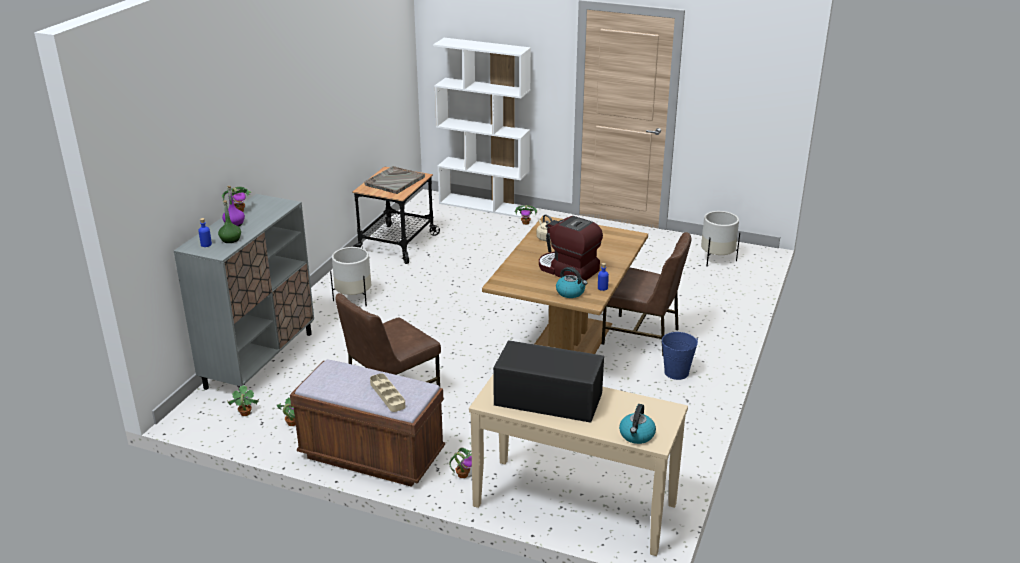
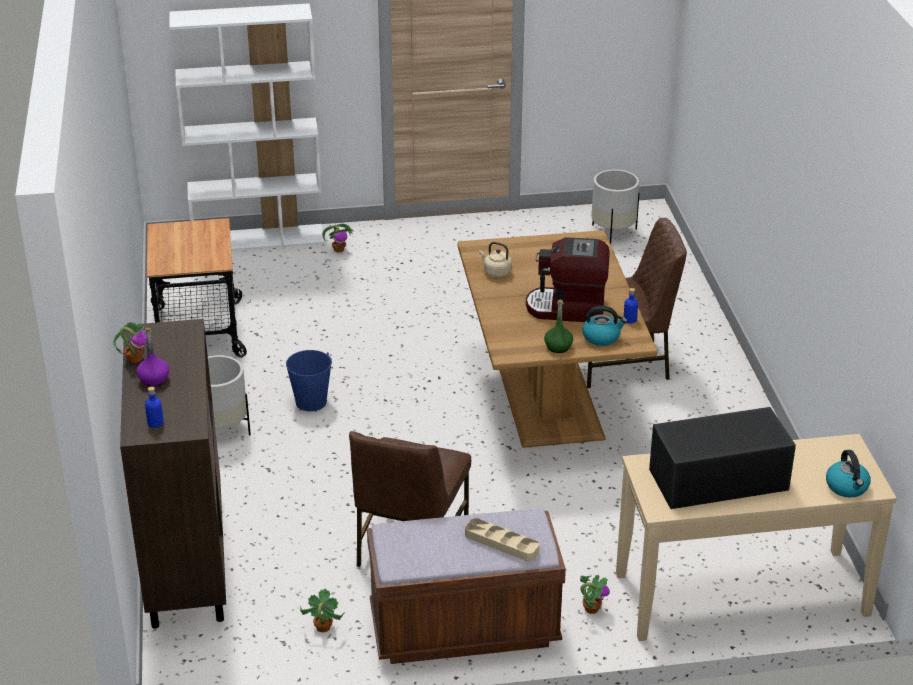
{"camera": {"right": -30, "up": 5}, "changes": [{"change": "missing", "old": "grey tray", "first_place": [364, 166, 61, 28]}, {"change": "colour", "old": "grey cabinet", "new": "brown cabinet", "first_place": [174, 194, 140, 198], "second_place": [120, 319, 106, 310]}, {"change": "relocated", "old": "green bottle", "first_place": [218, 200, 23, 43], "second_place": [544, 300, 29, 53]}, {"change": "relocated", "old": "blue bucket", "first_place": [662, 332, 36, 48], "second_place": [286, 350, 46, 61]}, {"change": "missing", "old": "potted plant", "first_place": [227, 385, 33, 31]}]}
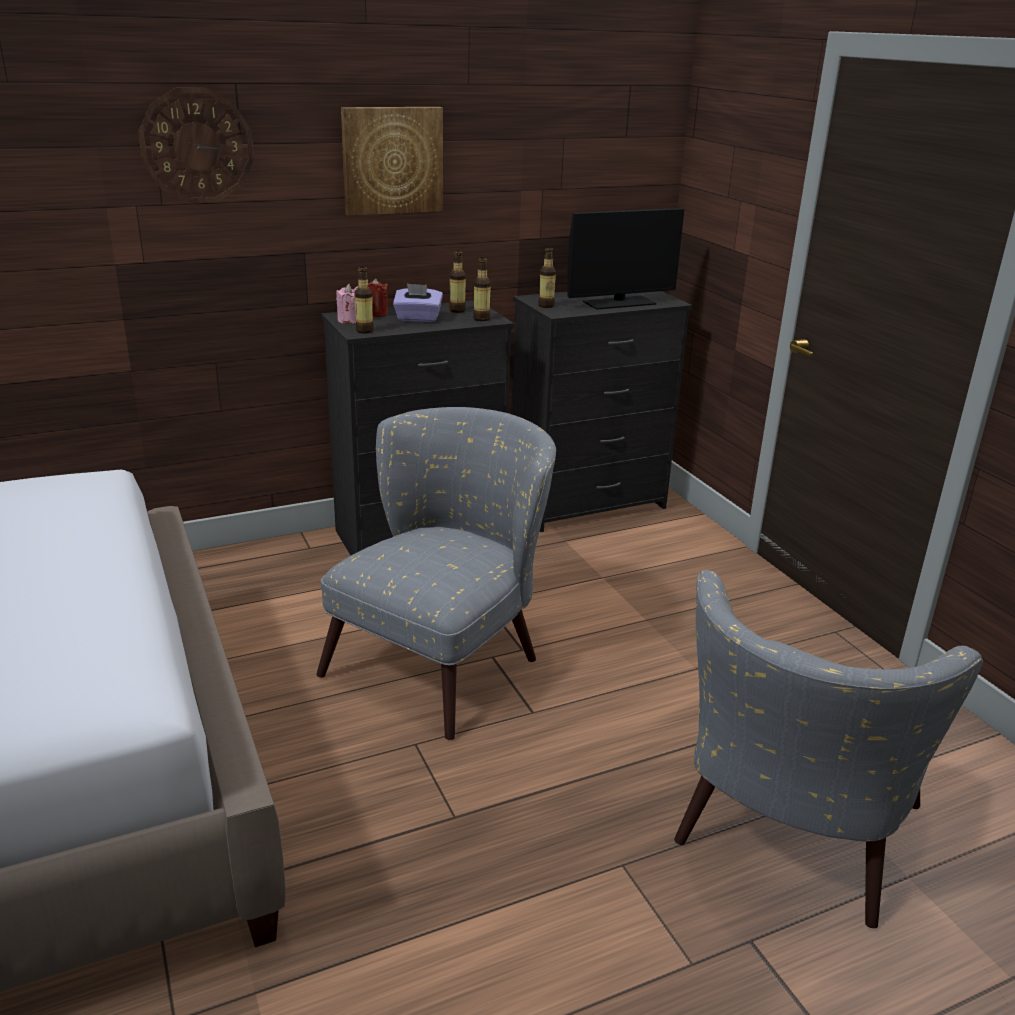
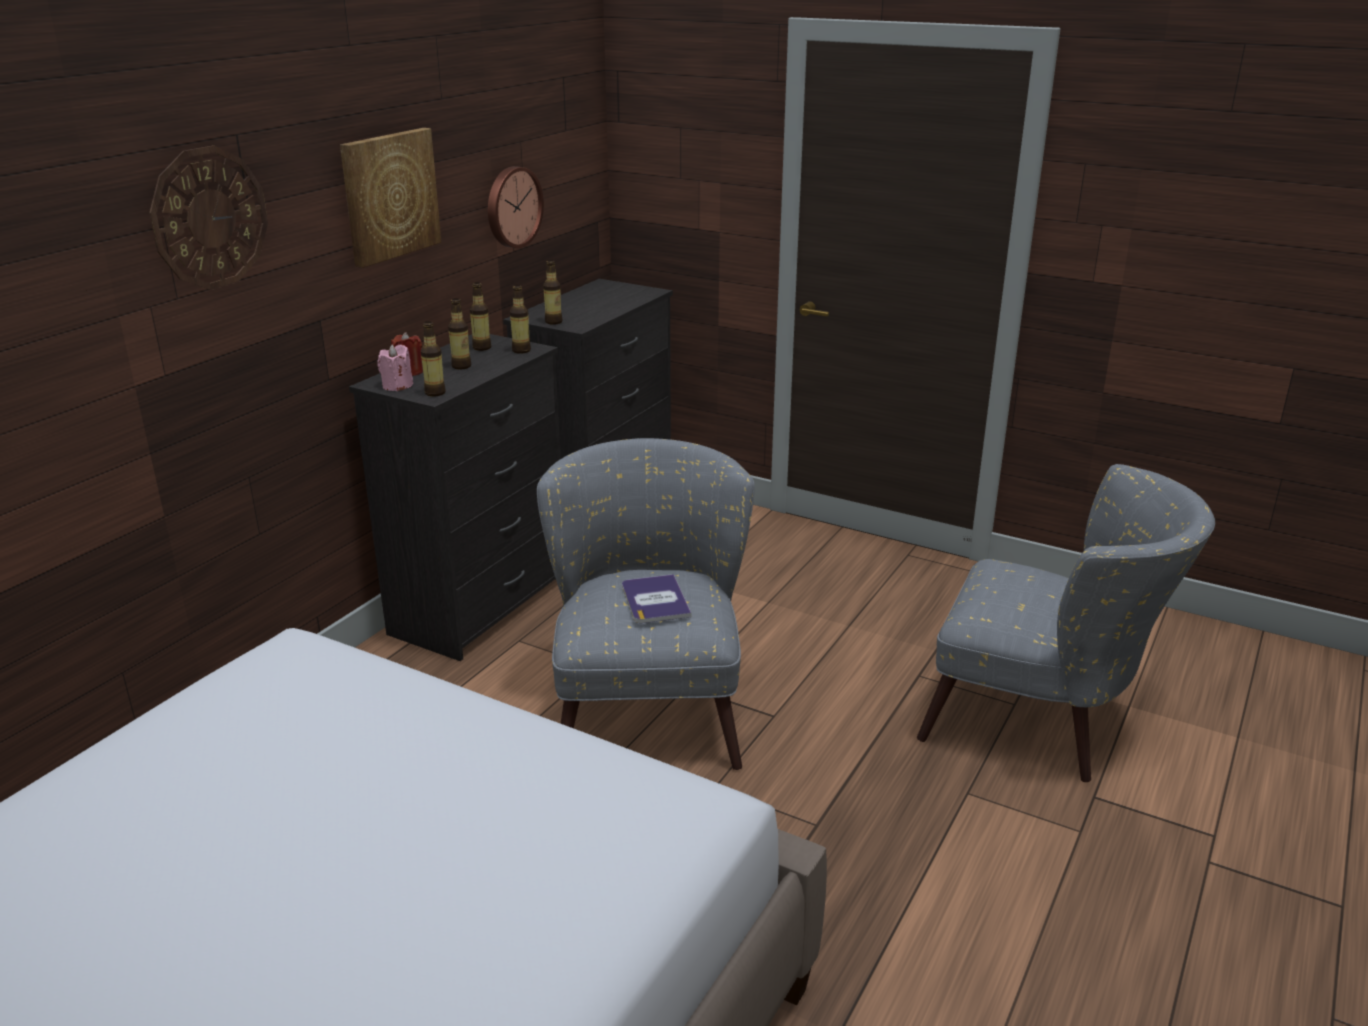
{"camera": {"right": -35, "up": 0}, "changes": [{"change": "missing", "old": "monitor", "first_place": [567, 208, 117, 102]}, {"change": "exchanged", "old": "purple tissue box", "new": "bottle", "first_place": [393, 283, 50, 39], "second_place": [448, 298, 23, 72]}, {"change": "spun", "old": "grey armchair", "first_place": [674, 570, 309, 358], "second_place": [917, 464, 298, 318], "degrees": -60}, {"change": "appeared", "new": "wall clock", "second_place": [488, 166, 56, 82]}, {"change": "appeared", "new": "book", "second_place": [622, 574, 69, 49]}]}
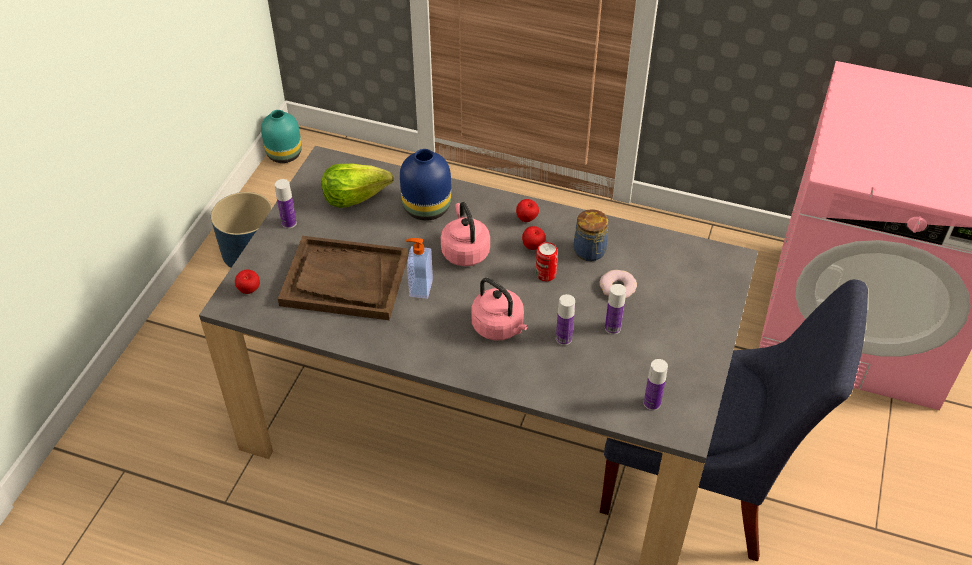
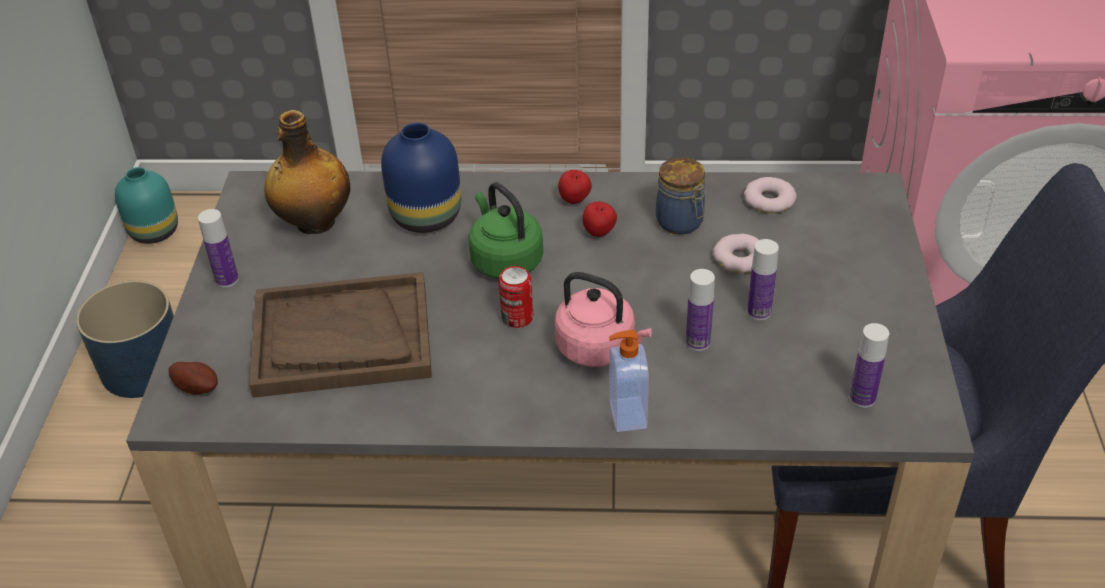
{"camera": {"right": -15, "up": -5}, "changes": [{"change": "exchanged", "old": "lettuce", "new": "bottle", "first_place": [322, 164, 72, 44], "second_place": [264, 110, 87, 124]}, {"change": "colour", "old": "pink kettle", "new": "green kettle", "first_place": [441, 202, 49, 64], "second_place": [468, 182, 75, 97]}, {"change": "relocated", "old": "soap dispenser", "first_place": [406, 238, 27, 61], "second_place": [609, 330, 40, 102]}, {"change": "relocated", "old": "can", "first_place": [536, 242, 22, 39], "second_place": [499, 266, 34, 62]}, {"change": "exchanged", "old": "apple", "new": "potato", "first_place": [235, 269, 25, 25], "second_place": [168, 362, 50, 32]}, {"change": "appeared", "new": "donut", "second_place": [744, 177, 53, 36]}]}
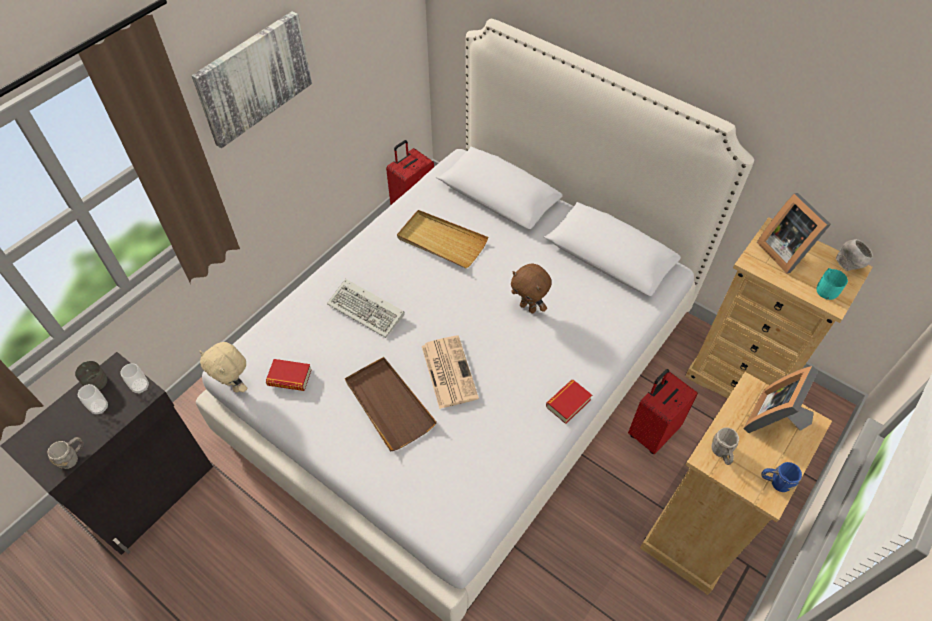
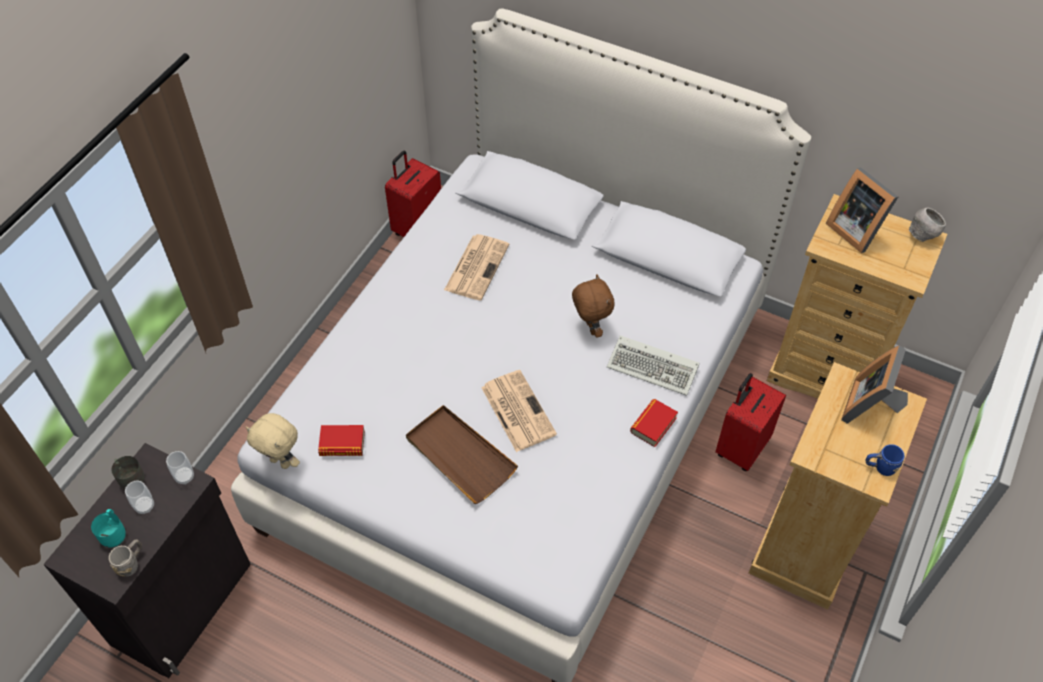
{"camera": {"right": -10, "up": 0}, "changes": [{"change": "missing", "old": "picture", "first_place": [191, 11, 121, 137]}, {"change": "exchanged", "old": "beige tray", "new": "newspaper", "first_place": [397, 210, 91, 59], "second_place": [444, 234, 65, 66]}, {"change": "spun", "old": "brown plush toy", "first_place": [511, 264, 41, 49], "second_place": [572, 274, 43, 64], "degrees": -135}, {"change": "relocated", "old": "turquoise mug", "first_place": [817, 268, 31, 32], "second_place": [91, 509, 35, 38]}, {"change": "relocated", "old": "keyboard", "first_place": [327, 279, 78, 59], "second_place": [607, 335, 92, 61]}, {"change": "missing", "old": "grey mug", "first_place": [712, 427, 27, 38]}]}
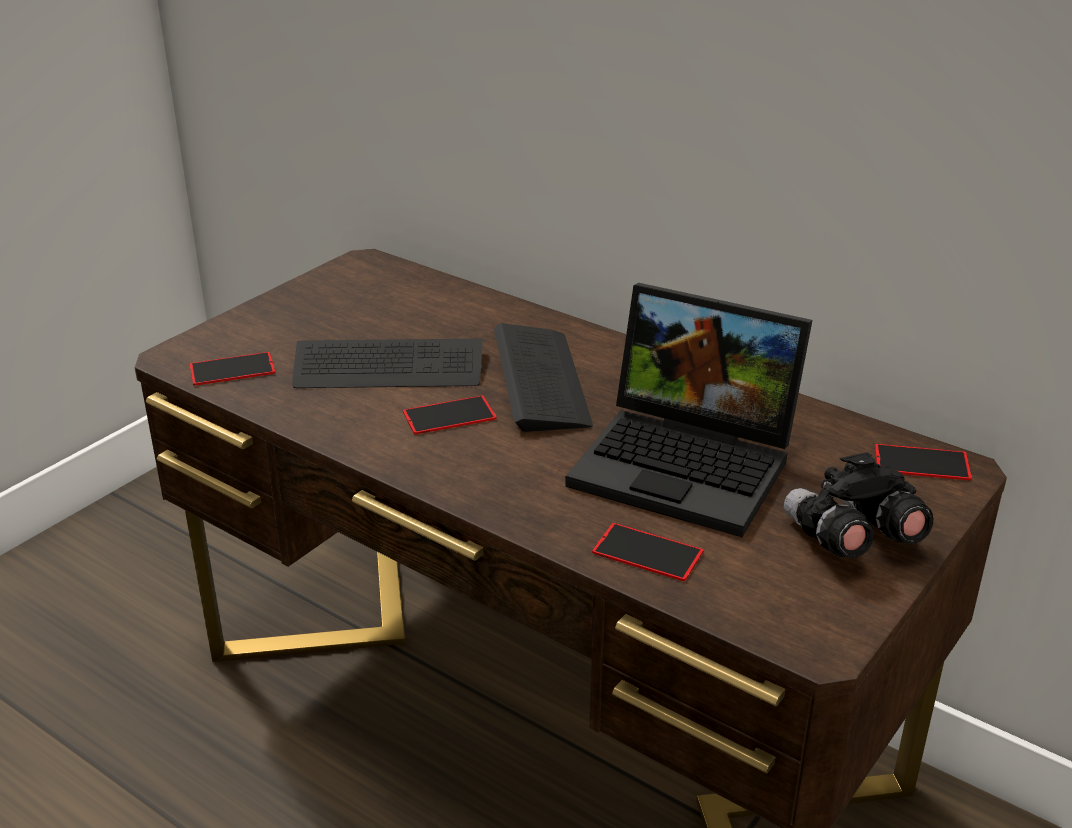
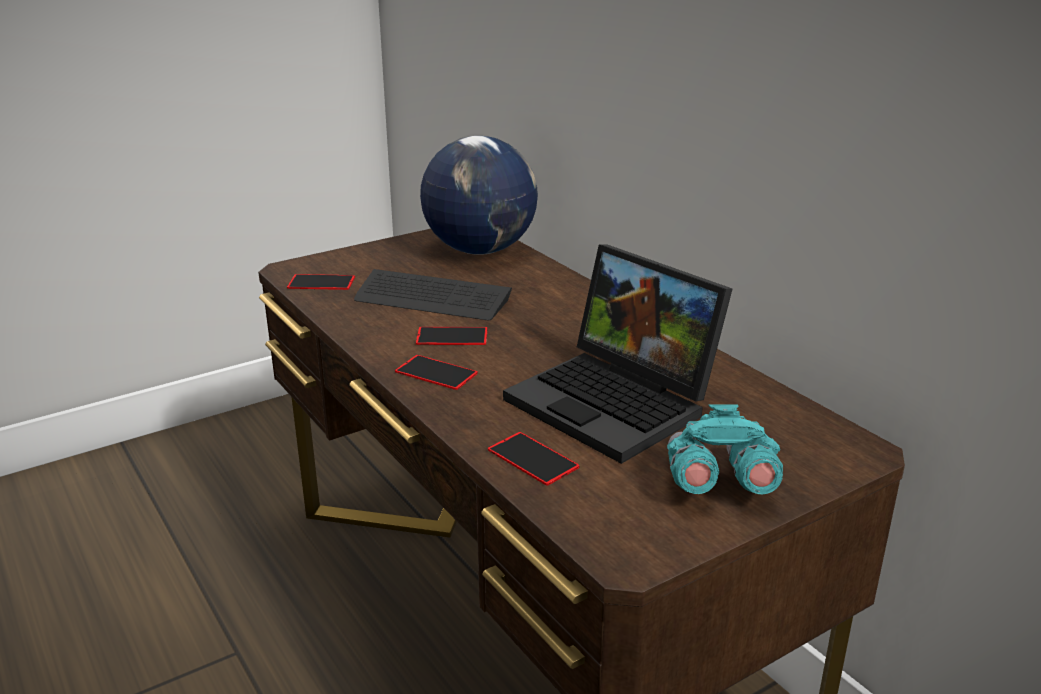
{"camera": {"right": 20, "up": -5}, "changes": [{"change": "missing", "old": "keyboard", "first_place": [494, 323, 99, 109]}, {"change": "relocated", "old": "phone", "first_place": [875, 444, 97, 36], "second_place": [395, 355, 83, 35]}, {"change": "colour", "old": "black binoculars", "new": "turquoise binoculars", "first_place": [784, 452, 149, 106], "second_place": [667, 404, 116, 90]}, {"change": "appeared", "new": "globe", "second_place": [420, 136, 118, 119]}]}
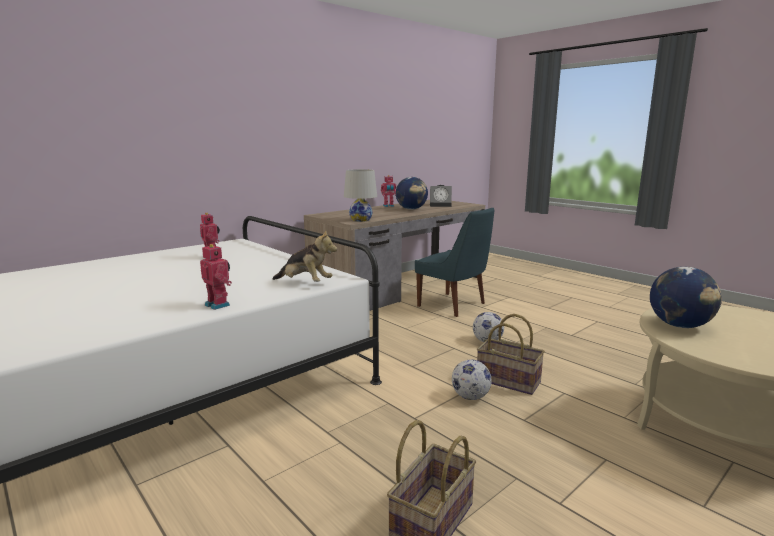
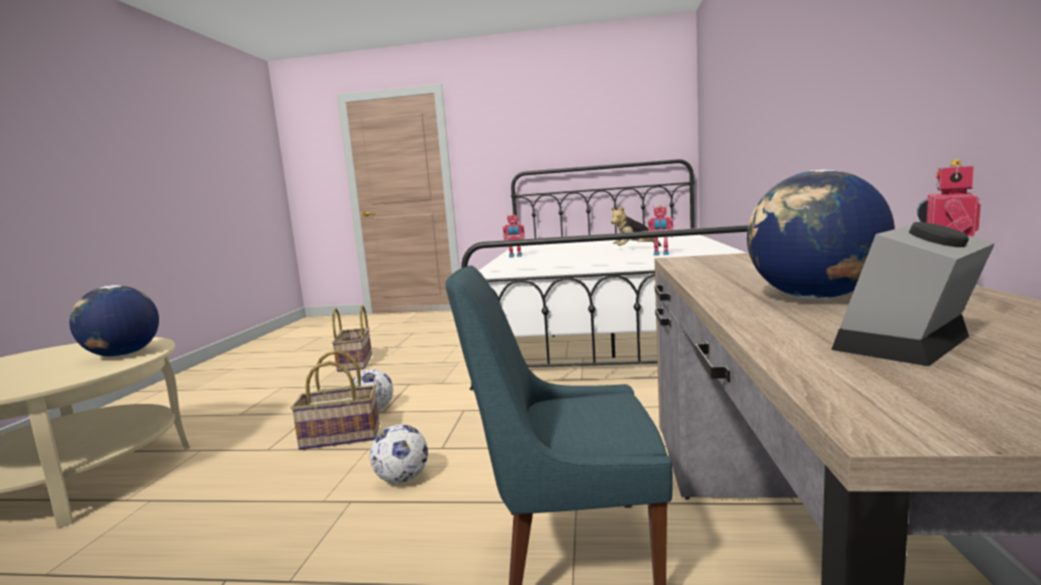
{"camera": {"right": 140, "up": -5}, "changes": [{"change": "missing", "old": "white table lamp", "first_place": [344, 169, 33, 53]}, {"change": "relocated", "old": "plush toy", "first_place": [272, 230, 65, 52], "second_place": [611, 206, 50, 40]}]}
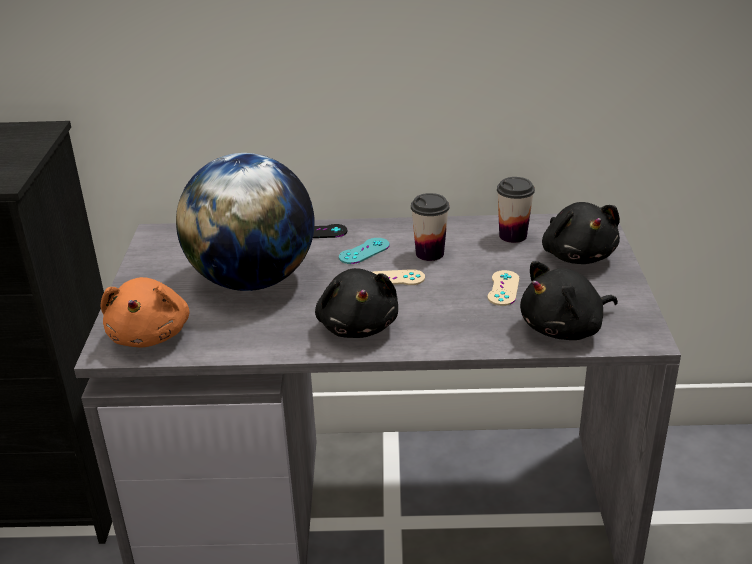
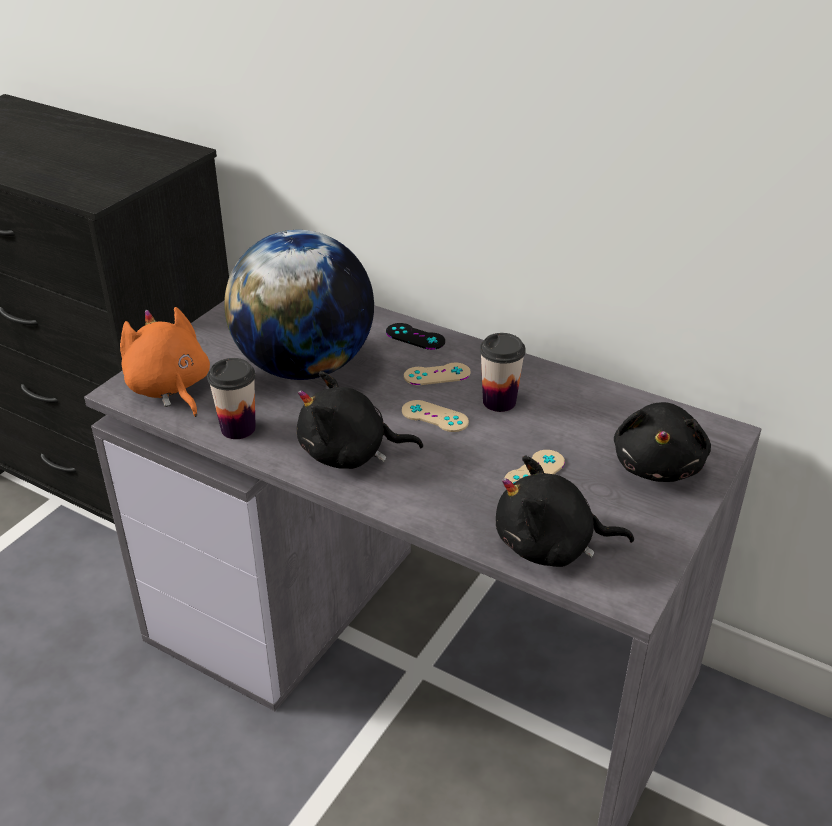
{"camera": {"right": 30, "up": 5}, "changes": [{"change": "relocated", "old": "cup", "first_place": [497, 177, 38, 66], "second_place": [207, 358, 49, 81]}, {"change": "colour", "old": "turquoise game controller", "new": "beige game controller", "first_place": [339, 238, 51, 26], "second_place": [404, 363, 67, 22]}, {"change": "spun", "old": "black plush toy", "first_place": [315, 268, 83, 70], "second_place": [297, 371, 126, 98], "degrees": 75}, {"change": "spun", "old": "orange plush toy", "first_place": [101, 277, 89, 70], "second_place": [120, 307, 90, 110], "degrees": 120}]}
